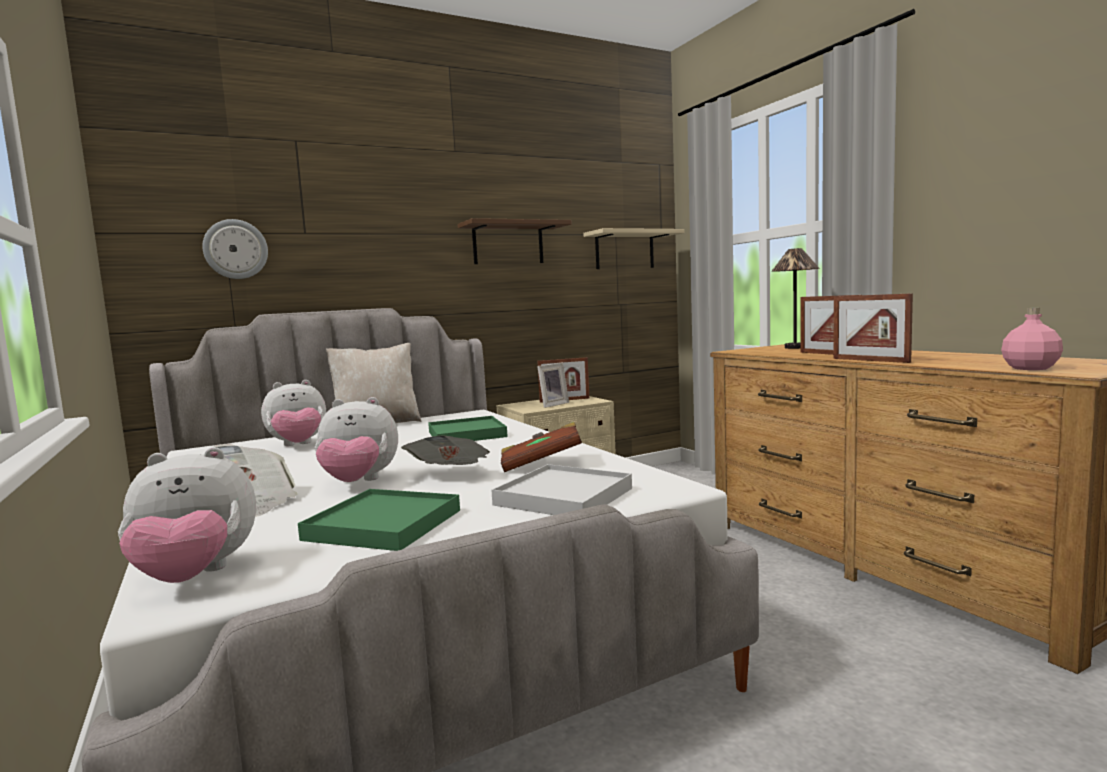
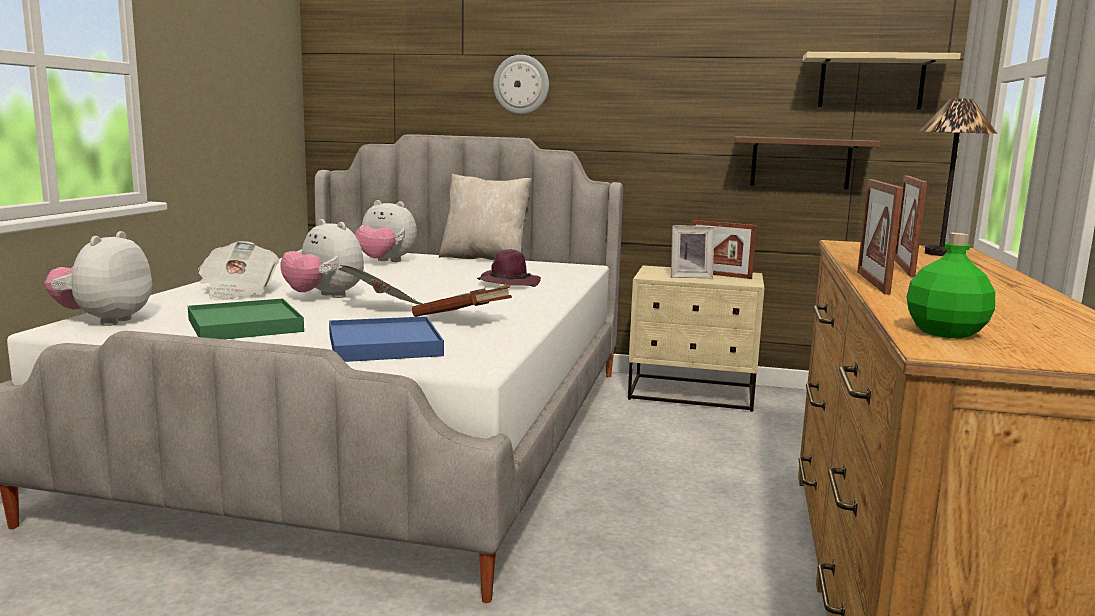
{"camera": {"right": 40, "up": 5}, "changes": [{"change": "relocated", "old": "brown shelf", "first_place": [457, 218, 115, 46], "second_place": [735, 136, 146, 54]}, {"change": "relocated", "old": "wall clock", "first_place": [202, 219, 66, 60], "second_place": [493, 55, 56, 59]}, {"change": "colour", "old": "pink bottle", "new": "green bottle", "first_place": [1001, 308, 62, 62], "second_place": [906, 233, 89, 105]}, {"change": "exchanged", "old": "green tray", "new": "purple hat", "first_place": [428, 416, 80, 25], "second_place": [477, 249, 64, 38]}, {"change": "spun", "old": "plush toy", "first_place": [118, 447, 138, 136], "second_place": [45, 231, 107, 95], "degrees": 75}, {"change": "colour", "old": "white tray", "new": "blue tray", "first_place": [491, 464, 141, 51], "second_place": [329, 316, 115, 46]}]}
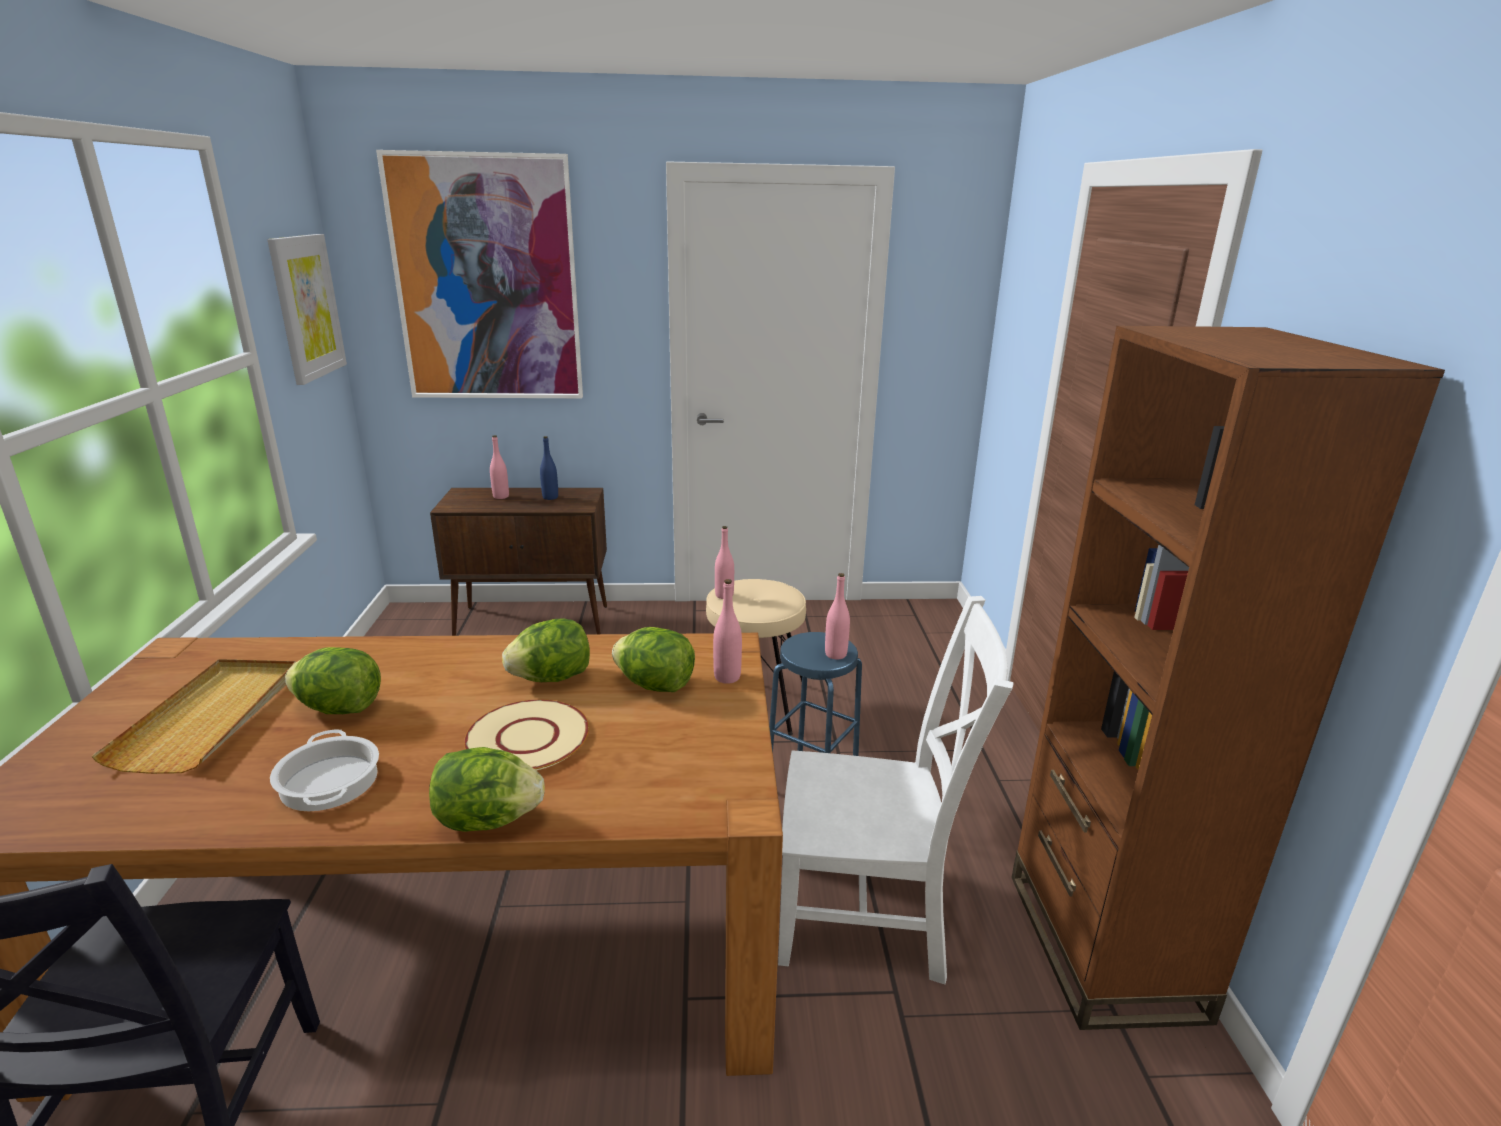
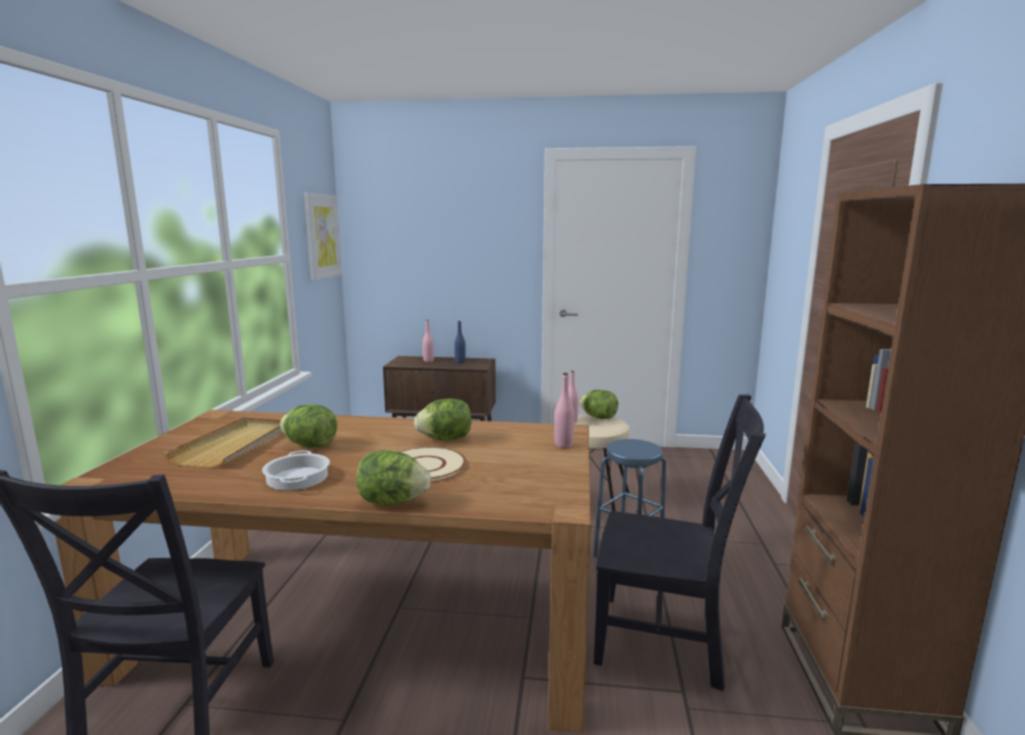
{"camera": {"right": 10, "up": -10}, "changes": [{"change": "missing", "old": "picture", "first_place": [376, 150, 207, 248]}, {"change": "missing", "old": "pink bottle", "first_place": [825, 573, 25, 86]}, {"change": "colour", "old": "white chair", "new": "black chair", "first_place": [778, 596, 236, 388], "second_place": [594, 394, 172, 297]}, {"change": "relocated", "old": "lettuce", "first_place": [612, 627, 83, 65], "second_place": [579, 390, 39, 29]}]}
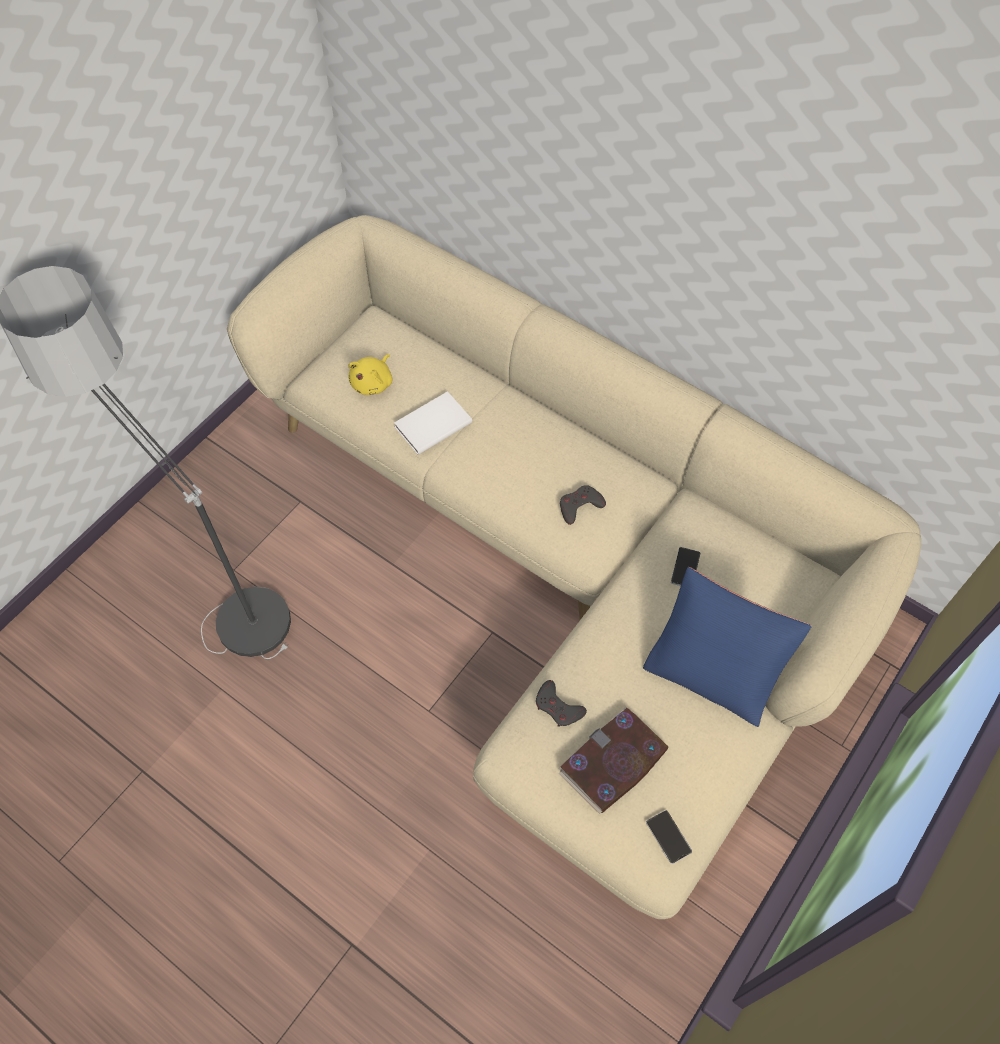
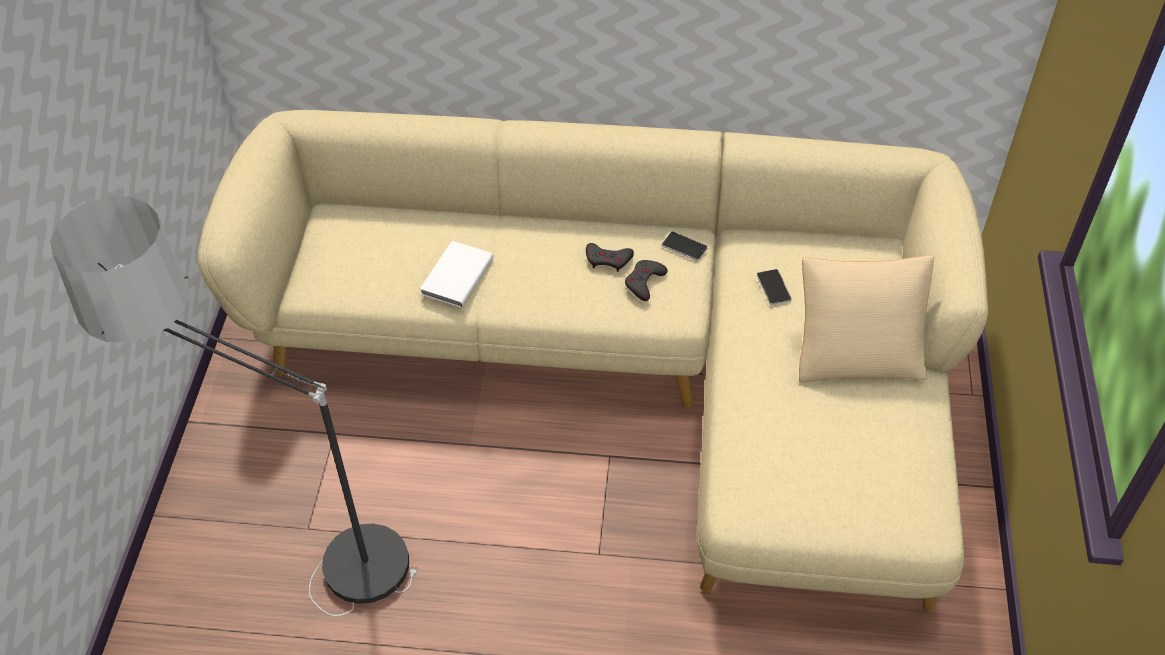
{"camera": {"right": -30, "up": -10}, "changes": [{"change": "missing", "old": "yellow plush toy", "first_place": [348, 354, 44, 41]}, {"change": "colour", "old": "blue pillow", "new": "beige pillow", "first_place": [643, 567, 169, 160], "second_place": [799, 255, 135, 127]}, {"change": "relocated", "old": "grey game controller", "first_place": [536, 680, 51, 47], "second_place": [586, 243, 48, 29]}, {"change": "missing", "old": "book", "first_place": [559, 707, 109, 107]}, {"change": "relocated", "old": "phone", "first_place": [646, 810, 46, 54], "second_place": [662, 231, 46, 30]}]}
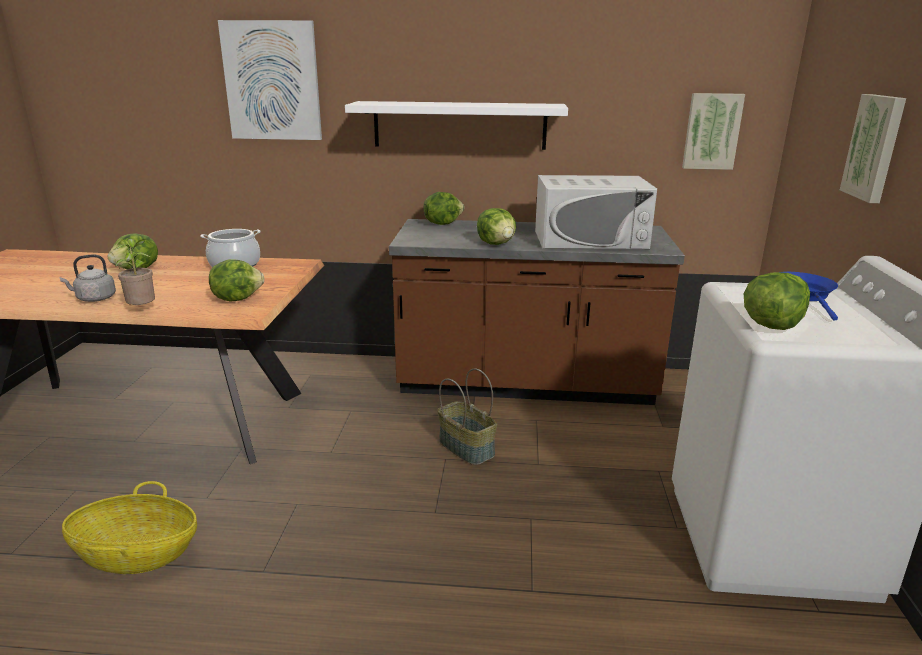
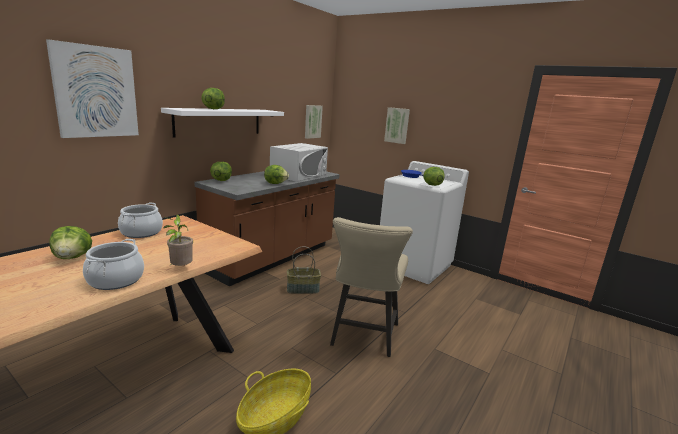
{"camera": {"right": -60, "up": -5}, "changes": [{"change": "exchanged", "old": "grey kettle", "new": "cooking pot", "first_place": [60, 254, 56, 48], "second_place": [83, 239, 61, 51]}, {"change": "relocated", "old": "lettuce", "first_place": [209, 259, 55, 42], "second_place": [201, 88, 24, 21]}, {"change": "appeared", "new": "beige chair", "second_place": [330, 217, 83, 140]}]}
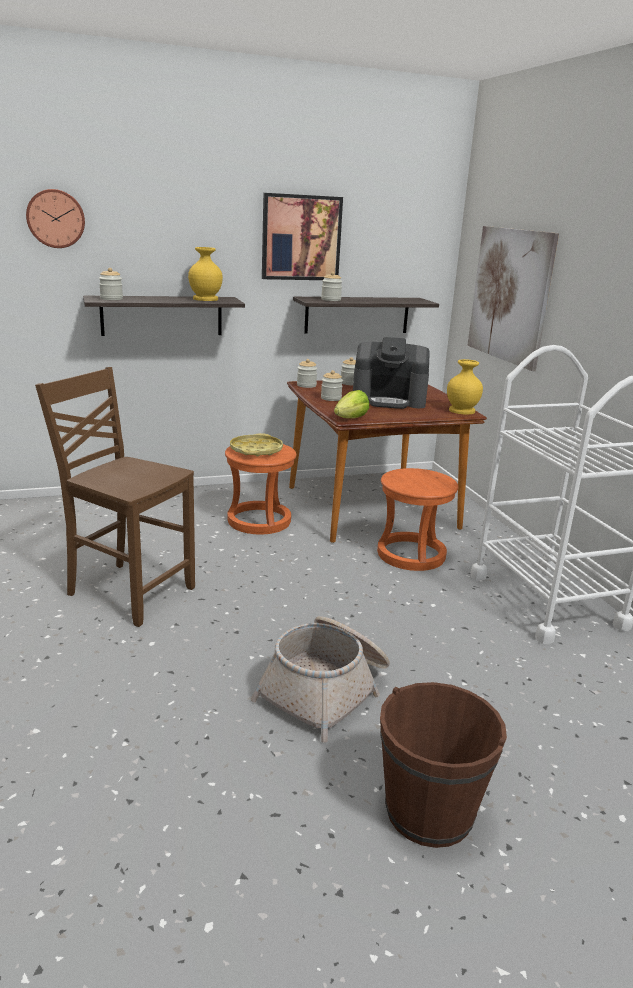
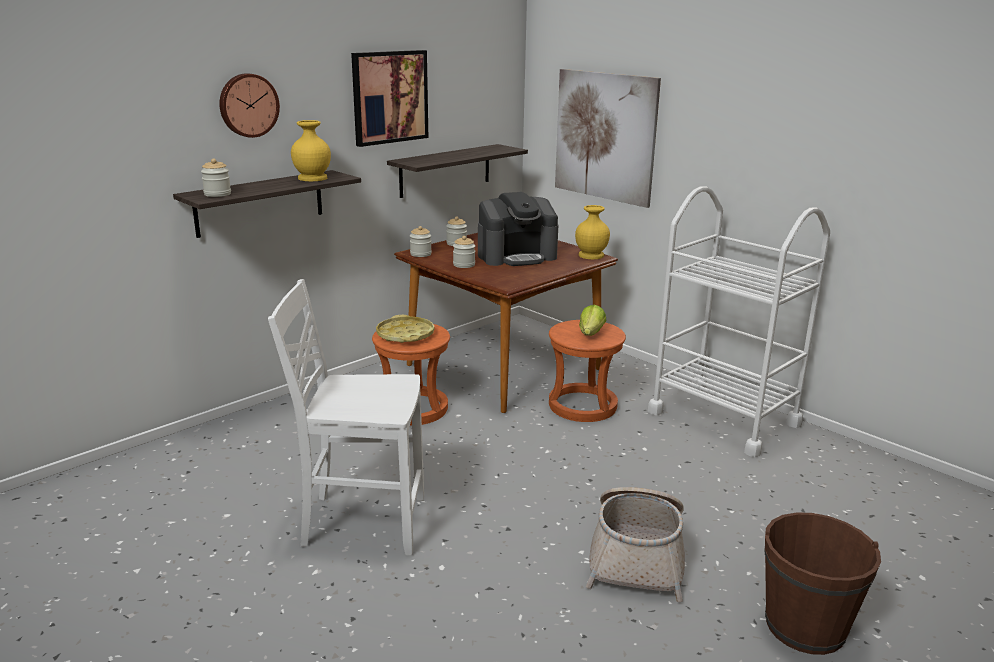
{"camera": {"right": -25, "up": 0}, "changes": [{"change": "relocated", "old": "wall clock", "first_place": [26, 189, 59, 59], "second_place": [219, 73, 61, 65]}, {"change": "missing", "old": "jar", "first_place": [321, 271, 21, 30]}, {"change": "colour", "old": "brown chair", "new": "white chair", "first_place": [35, 367, 160, 260], "second_place": [268, 279, 156, 277]}, {"change": "relocated", "old": "lettuce", "first_place": [334, 390, 35, 28], "second_place": [579, 305, 27, 31]}]}
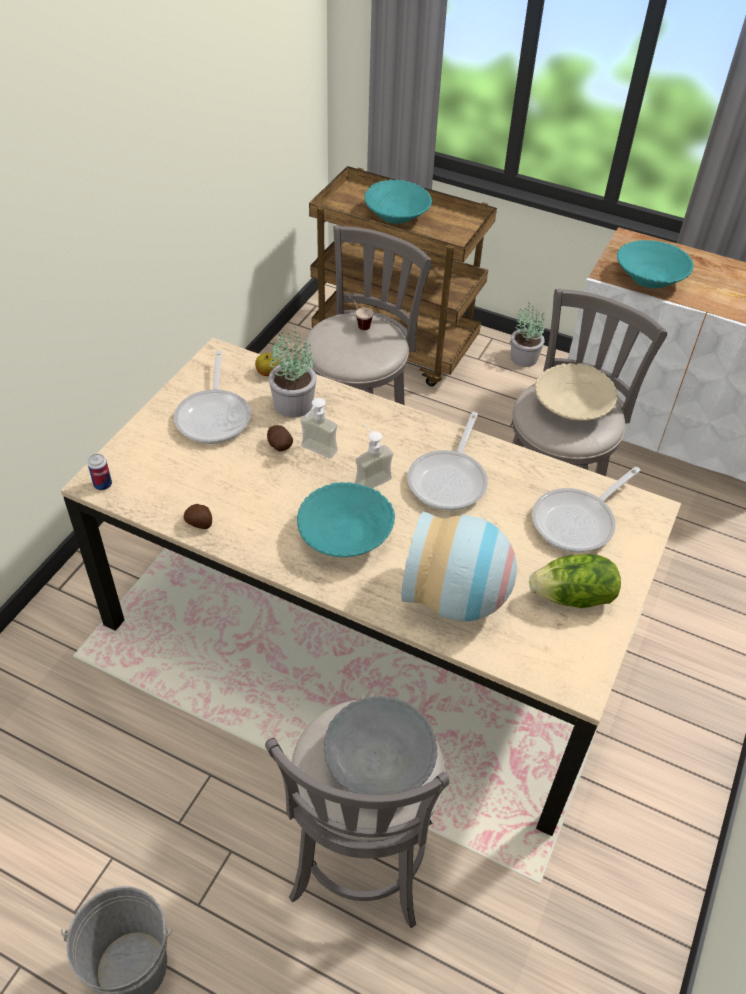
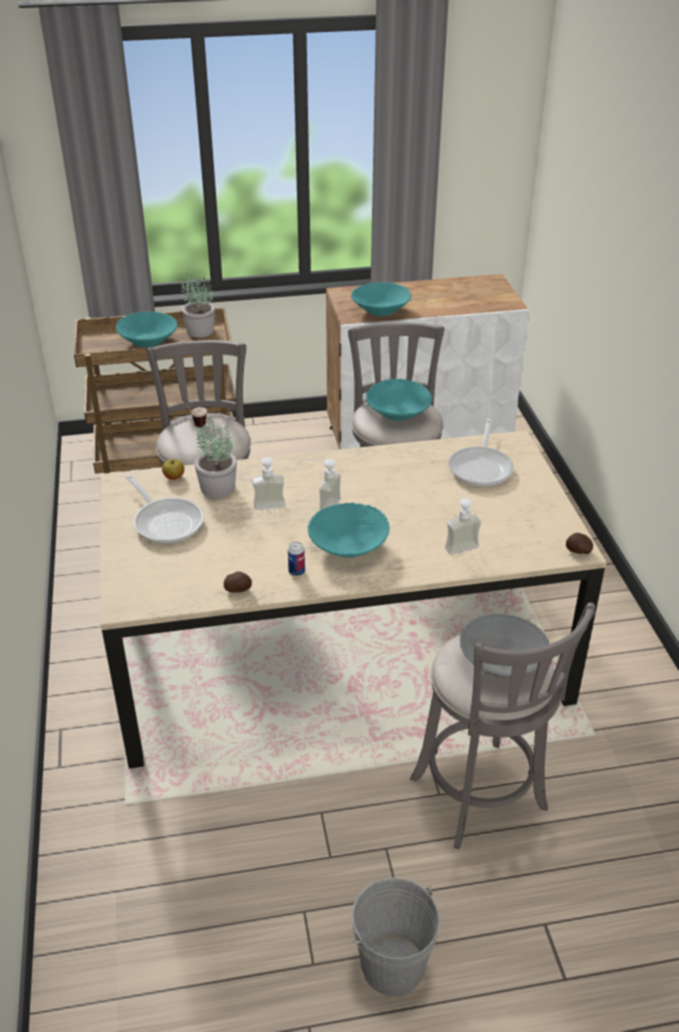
{"camera": {"right": -35, "up": -10}, "changes": [{"change": "relocated", "old": "potted plant", "first_place": [511, 303, 34, 64], "second_place": [181, 273, 34, 64]}, {"change": "colour", "old": "beige bowl", "new": "turquoise bowl", "first_place": [535, 363, 82, 58], "second_place": [366, 379, 66, 42]}, {"change": "missing", "old": "frying pan", "first_place": [407, 412, 81, 99]}, {"change": "relocated", "old": "potato", "first_place": [267, 425, 26, 26], "second_place": [566, 533, 27, 21]}, {"change": "relocated", "old": "can", "first_place": [88, 454, 24, 36], "second_place": [288, 542, 17, 34]}, {"change": "exchanged", "old": "vase", "new": "soap dispenser", "first_place": [401, 511, 116, 111], "second_place": [445, 491, 36, 64]}, {"change": "missing", "old": "lettuce", "first_place": [529, 554, 92, 54]}]}
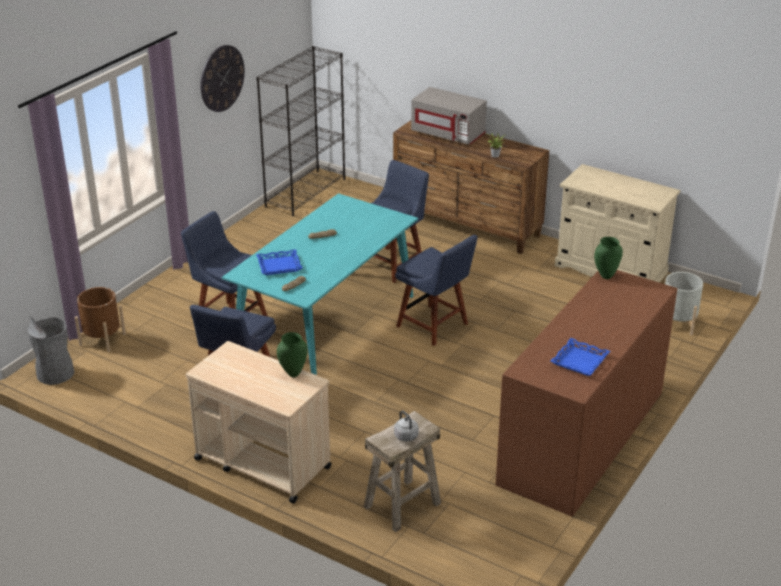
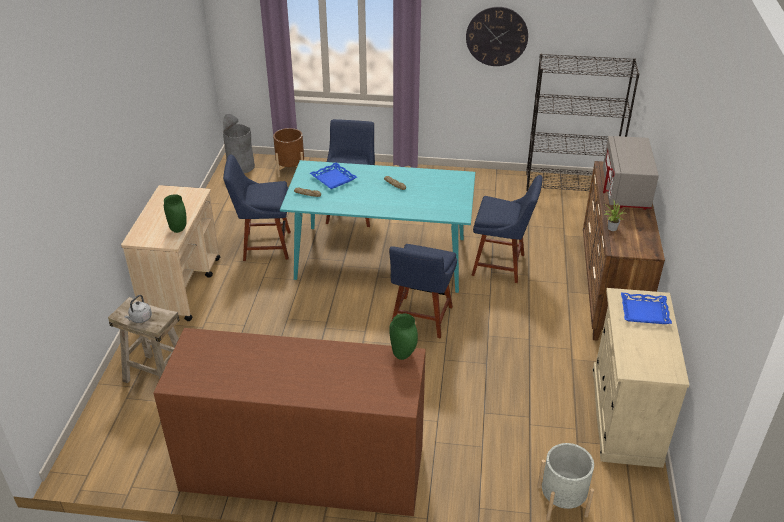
{"camera": {"right": 65, "up": 5}, "changes": [{"change": "relocated", "old": "blue tray", "first_place": [551, 338, 59, 38], "second_place": [621, 293, 51, 31]}]}
